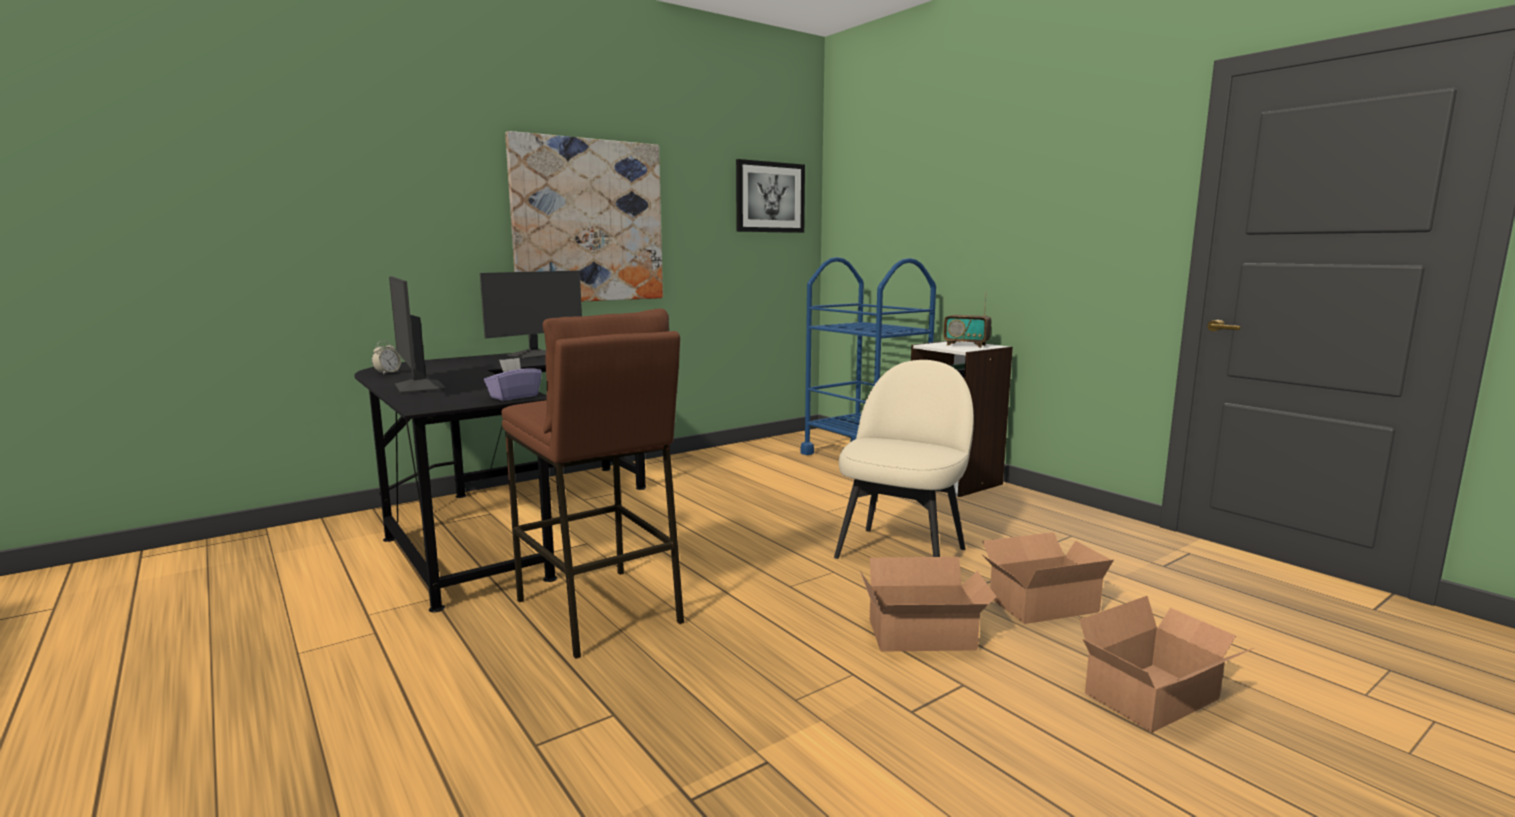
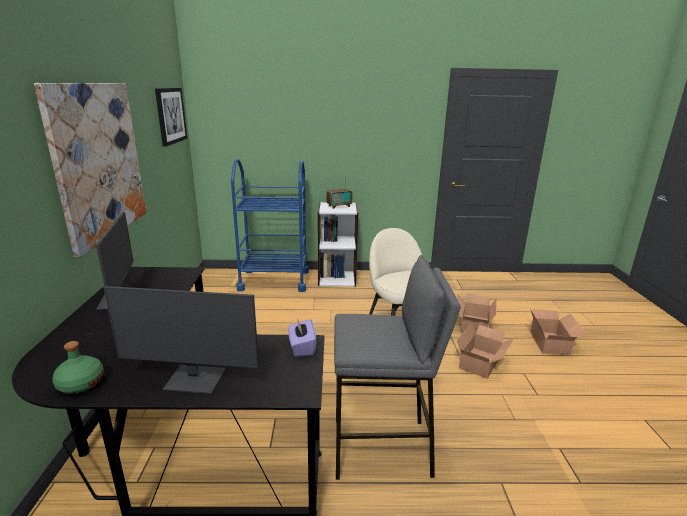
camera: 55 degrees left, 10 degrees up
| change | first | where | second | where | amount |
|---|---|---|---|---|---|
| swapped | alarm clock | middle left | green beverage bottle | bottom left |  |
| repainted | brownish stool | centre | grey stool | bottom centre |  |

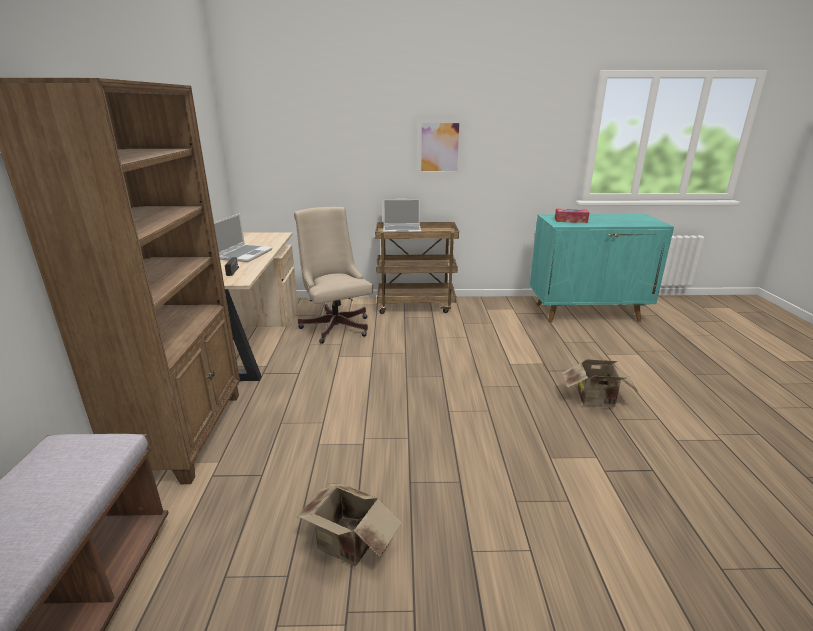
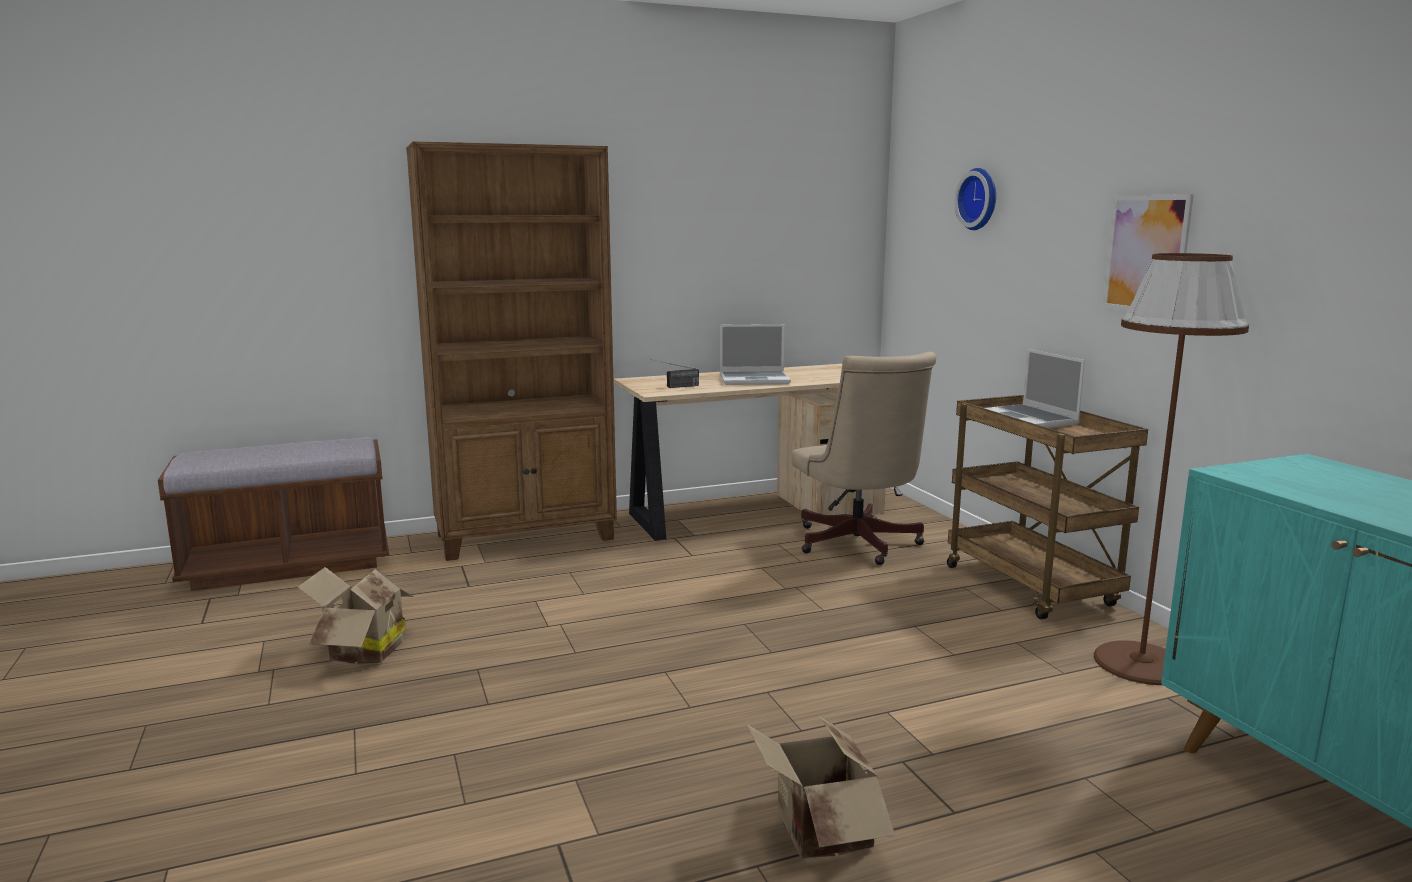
camera: 70 degrees right, 10 degrees down
| change | first | where | second | where | amount |
|---|---|---|---|---|---|
| rotated | beige desk chair | centre |  | centre | 120 degrees clockwise |
| new |  |  | wall clock | top right |  |
| new |  |  | brownish standard lamp | middle right |  |
| gone | box of tissues | middle right |  |  |  |

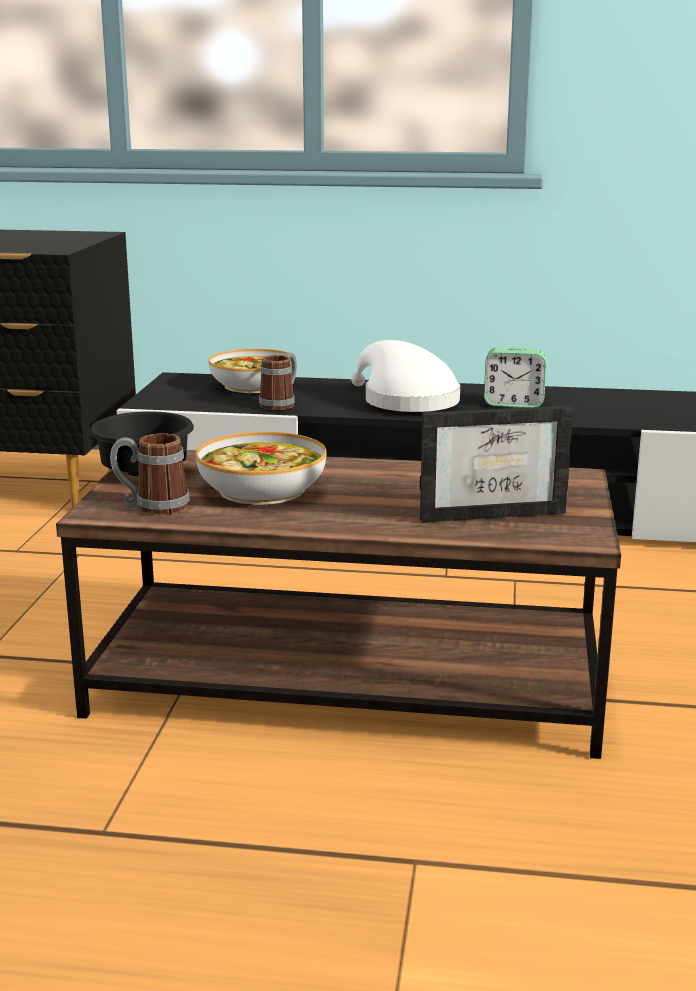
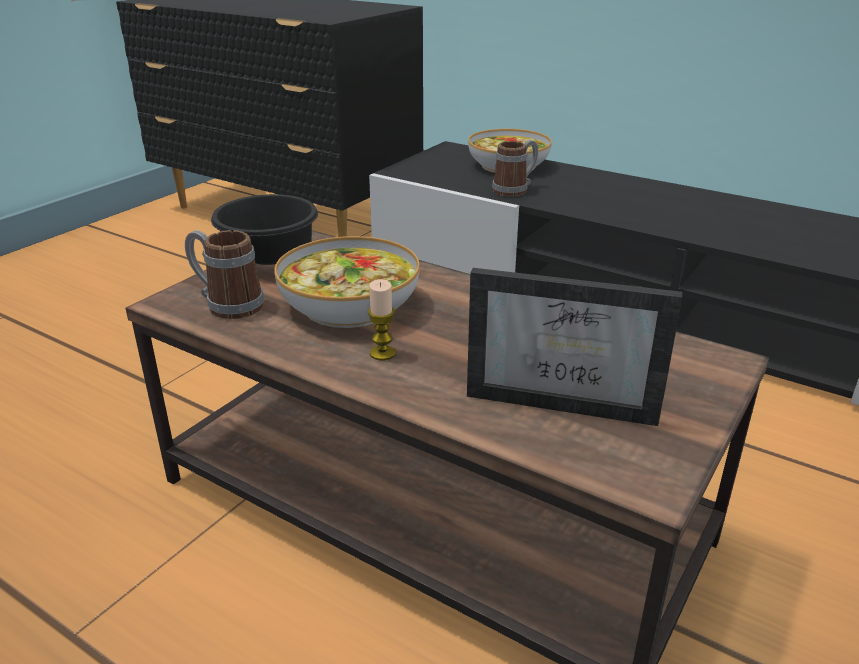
camera: 25 degrees right, 10 degrees up
| change | first | where | second | where | amount |
|---|---|---|---|---|---|
| new |  |  | wax light | centre |  |
| gone | white-coloured wearable hat | centre |  |  |  |
| gone | alarm clock | middle right |  |  |  |

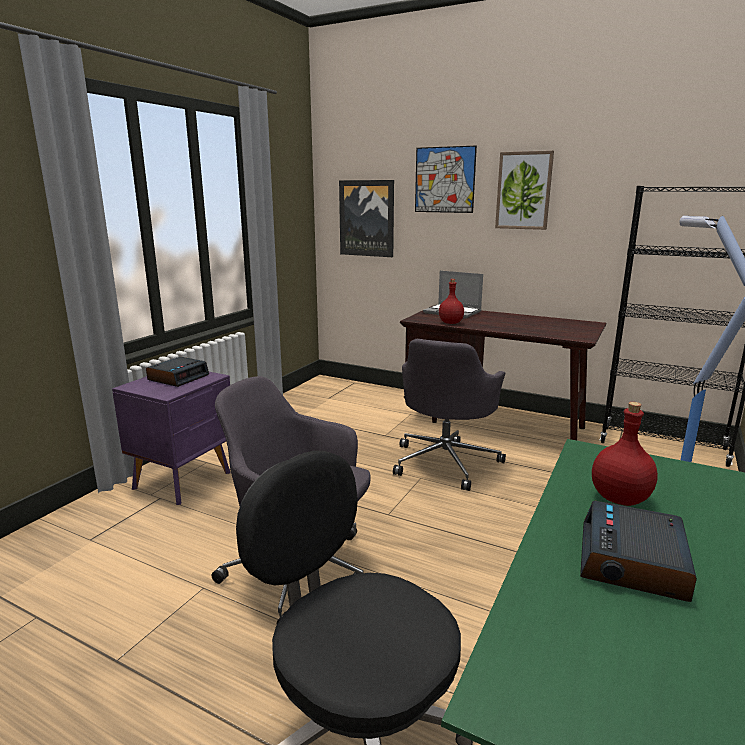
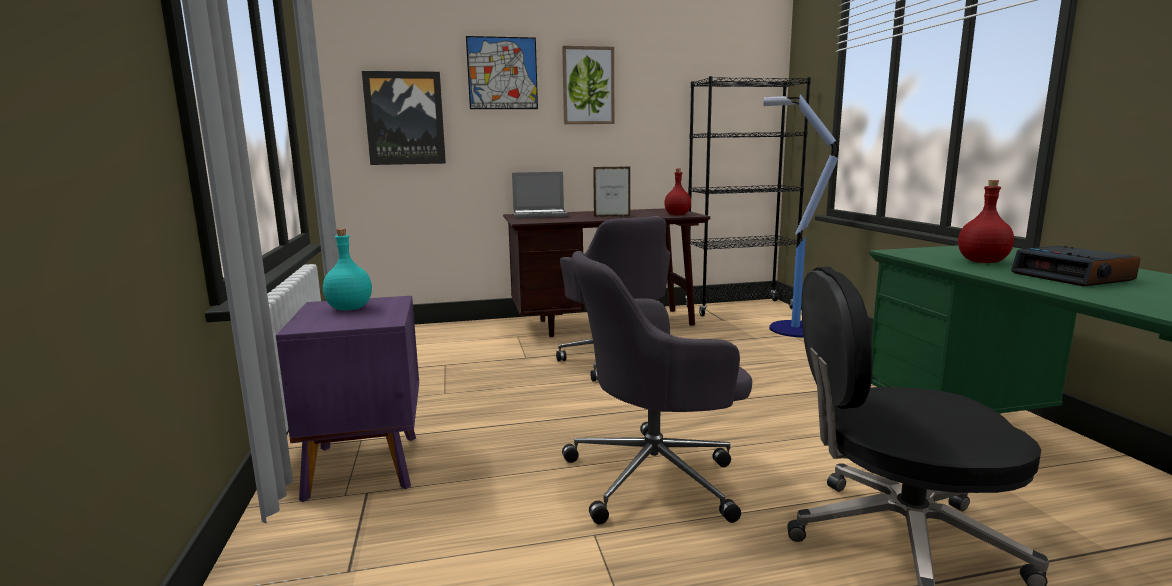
camera: 40 degrees left, 5 degrees down
| change | first | where | second | where | amount |
|---|---|---|---|---|---|
| swapped | alarm clock (no. 1 from left) | middle left | turquoise-coloured beverage bottle | middle left |  |
| new |  |  | standing frame | top centre |  |
| shifted | red-coloured beverage bottle (no. 1 from left) | centre |  | top centre |  |

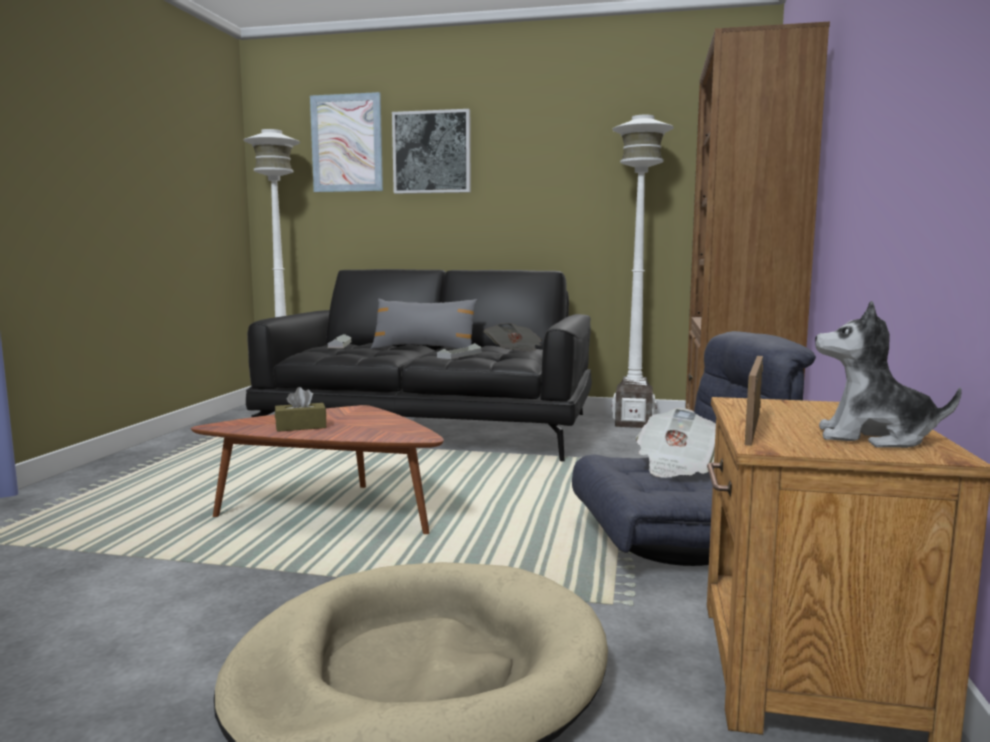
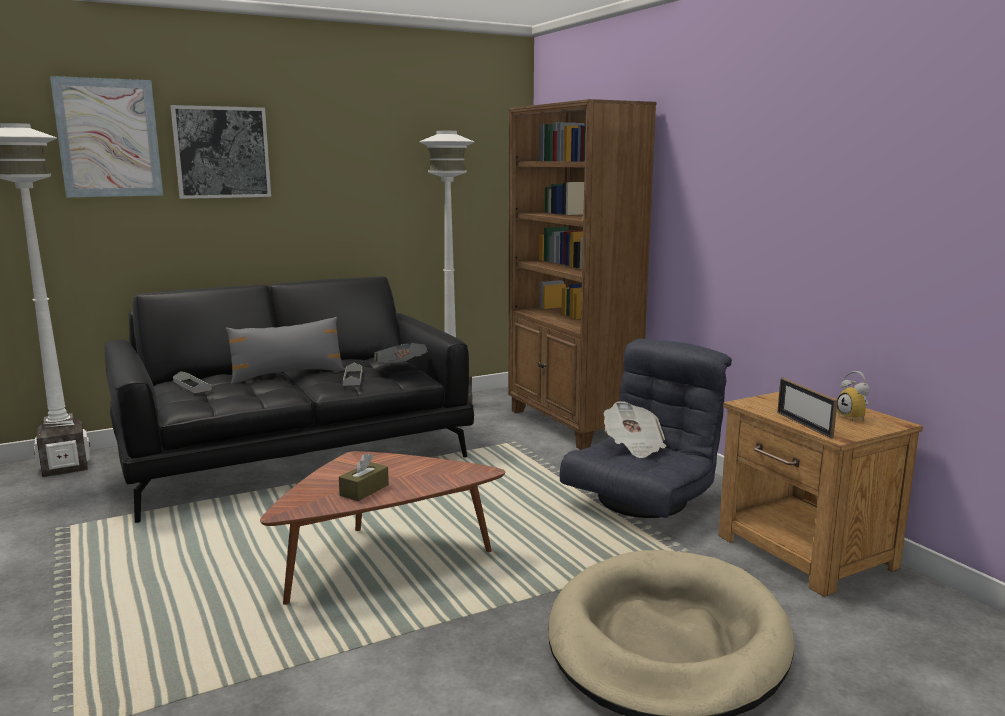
camera: 40 degrees left, 5 degrees up
| change | first | where | second | where | amount |
|---|---|---|---|---|---|
| swapped | soft toy | middle right | alarm clock | middle right |  |

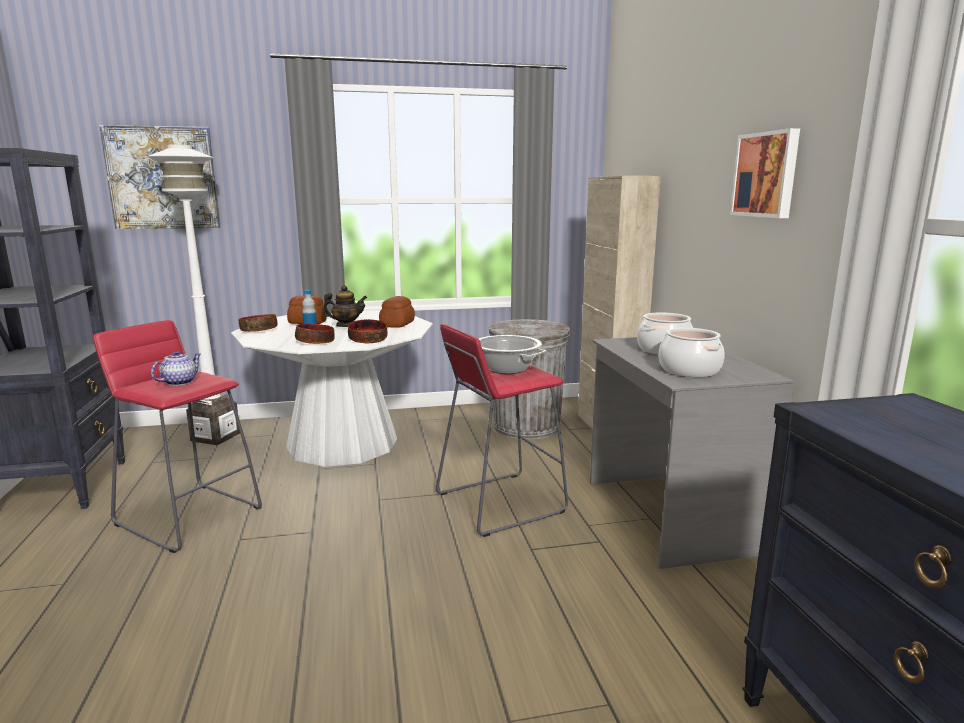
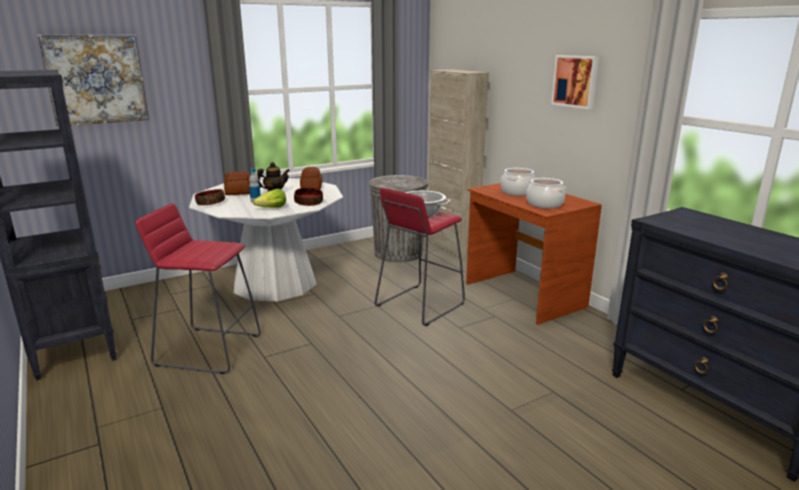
camera: 20 degrees left, 5 degrees up
| change | first | where | second | where | amount |
|---|---|---|---|---|---|
| swapped | serving bowl (no. 2 from left) | middle left | lettuce | centre |  |
| repainted | grey desk | middle right | brownish desk | middle right |  |
| gone | white-coloured standard lamp | middle left |  |  |  |
| gone | teapot (no. 1 from left) | middle left |  |  |  |

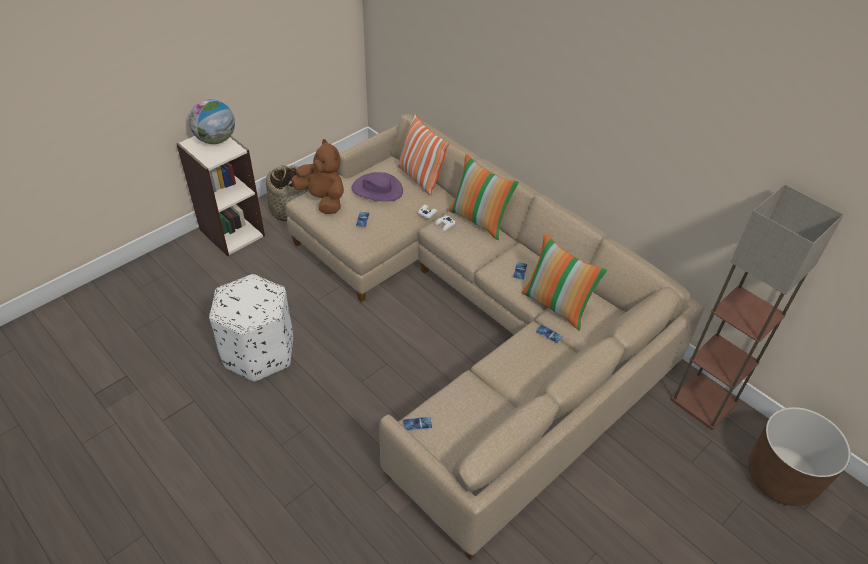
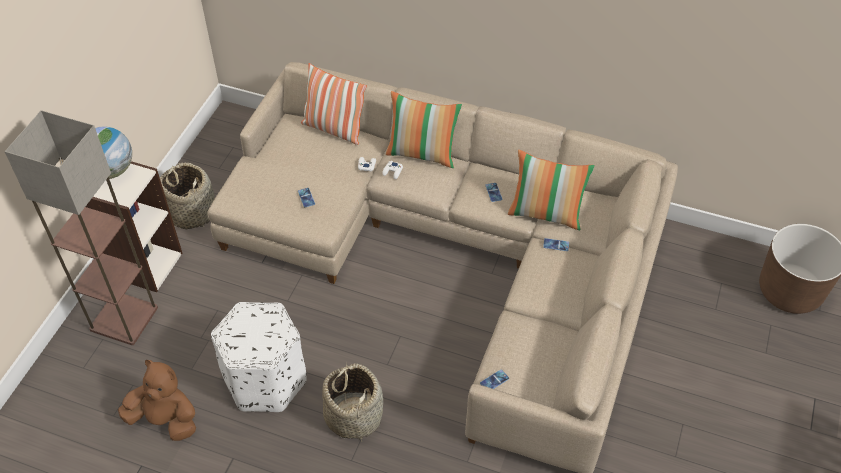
camera: 25 degrees left, 5 degrees up
| change | first | where | second | where | amount |
|---|---|---|---|---|---|
| shifted | standard lamp | middle right |  | middle left |  |
| shifted | brownish soft toy | top centre |  | bottom left |  |
| new |  |  | household basket (no. 2 from left) | bottom centre |  |
| gone | purple wearable hat | top centre |  |  |  |

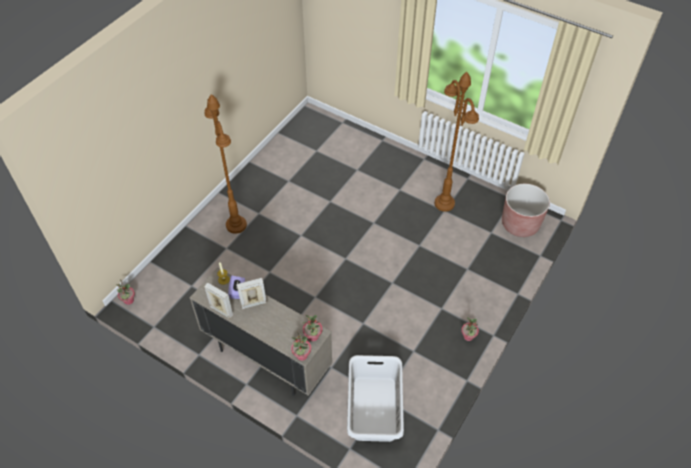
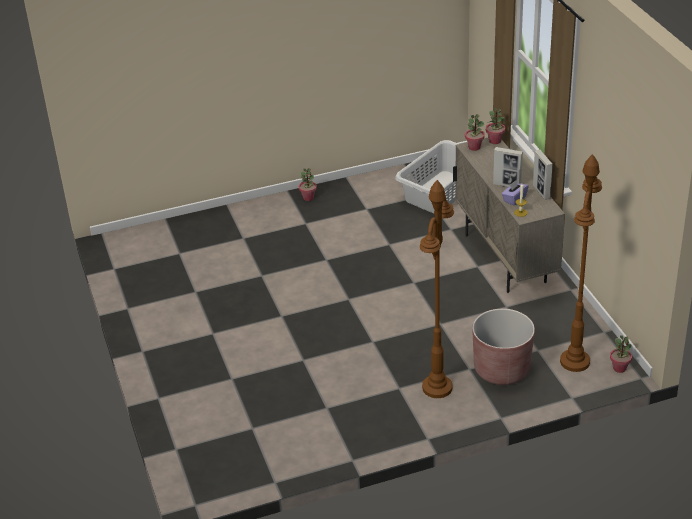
camera: 140 degrees left, 15 degrees down
| change | first | where | second | where | amount |
|---|---|---|---|---|---|
| shifted | brownish plant pot | middle right |  | bottom right |  |
| shifted | brownish standard lamp (no. 2 from left) | top centre |  | middle right |  |

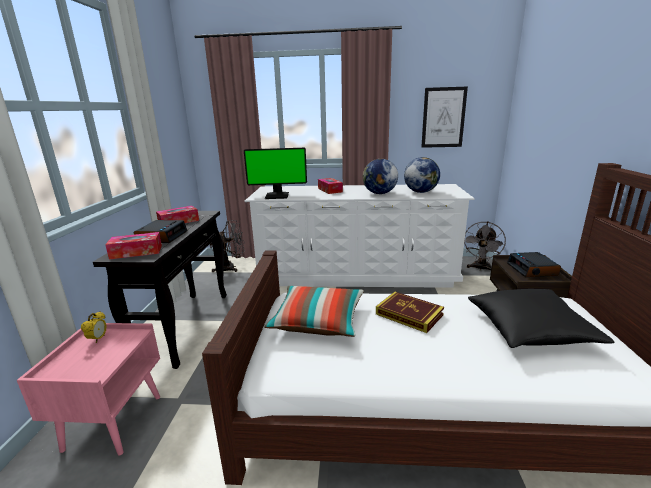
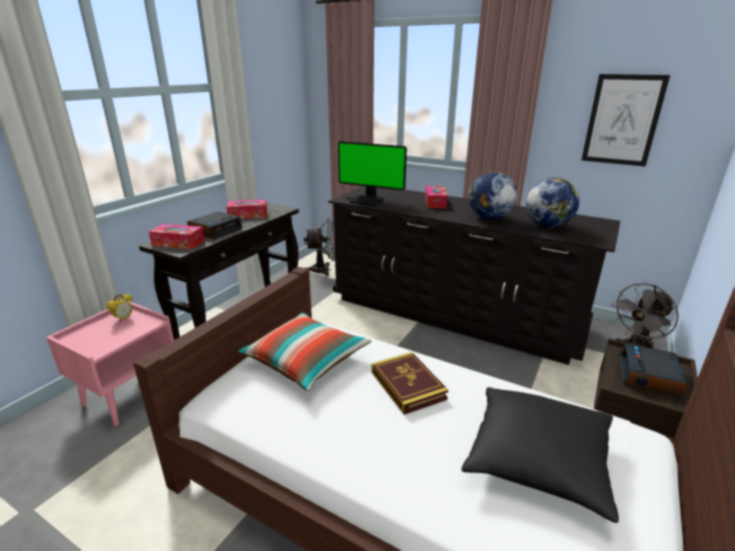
camera: 25 degrees right, 5 degrees up
| change | first | where | second | where | amount |
|---|---|---|---|---|---|
| repainted | white-coloured dresser | centre | black dresser | centre |  |

